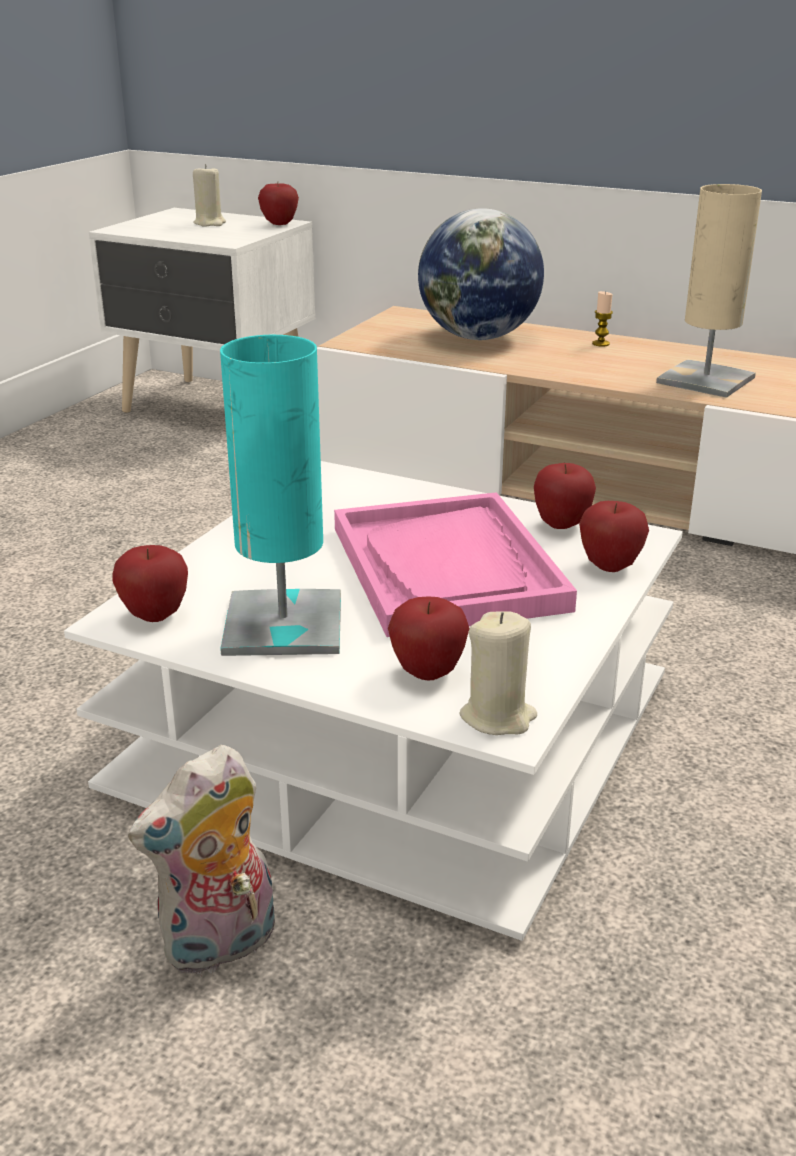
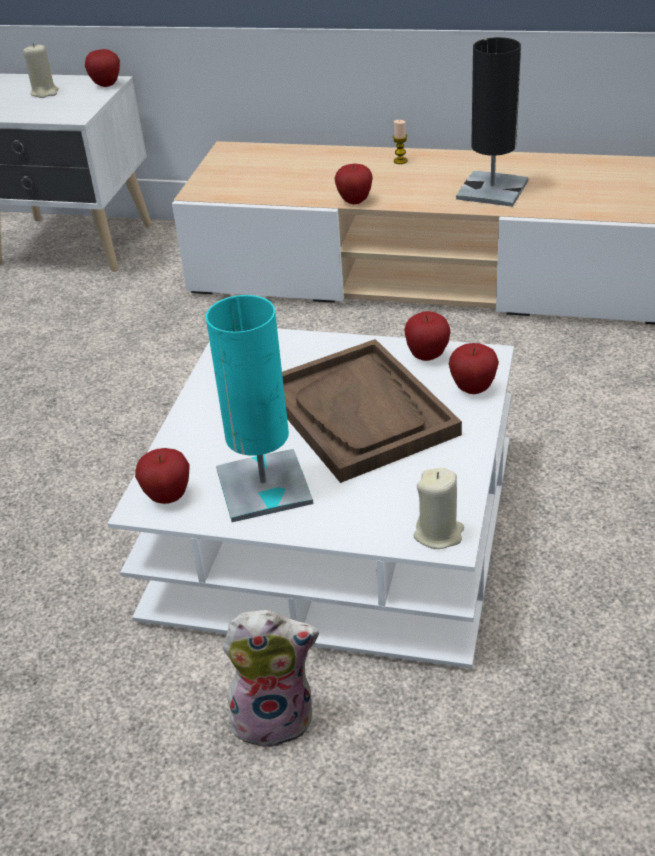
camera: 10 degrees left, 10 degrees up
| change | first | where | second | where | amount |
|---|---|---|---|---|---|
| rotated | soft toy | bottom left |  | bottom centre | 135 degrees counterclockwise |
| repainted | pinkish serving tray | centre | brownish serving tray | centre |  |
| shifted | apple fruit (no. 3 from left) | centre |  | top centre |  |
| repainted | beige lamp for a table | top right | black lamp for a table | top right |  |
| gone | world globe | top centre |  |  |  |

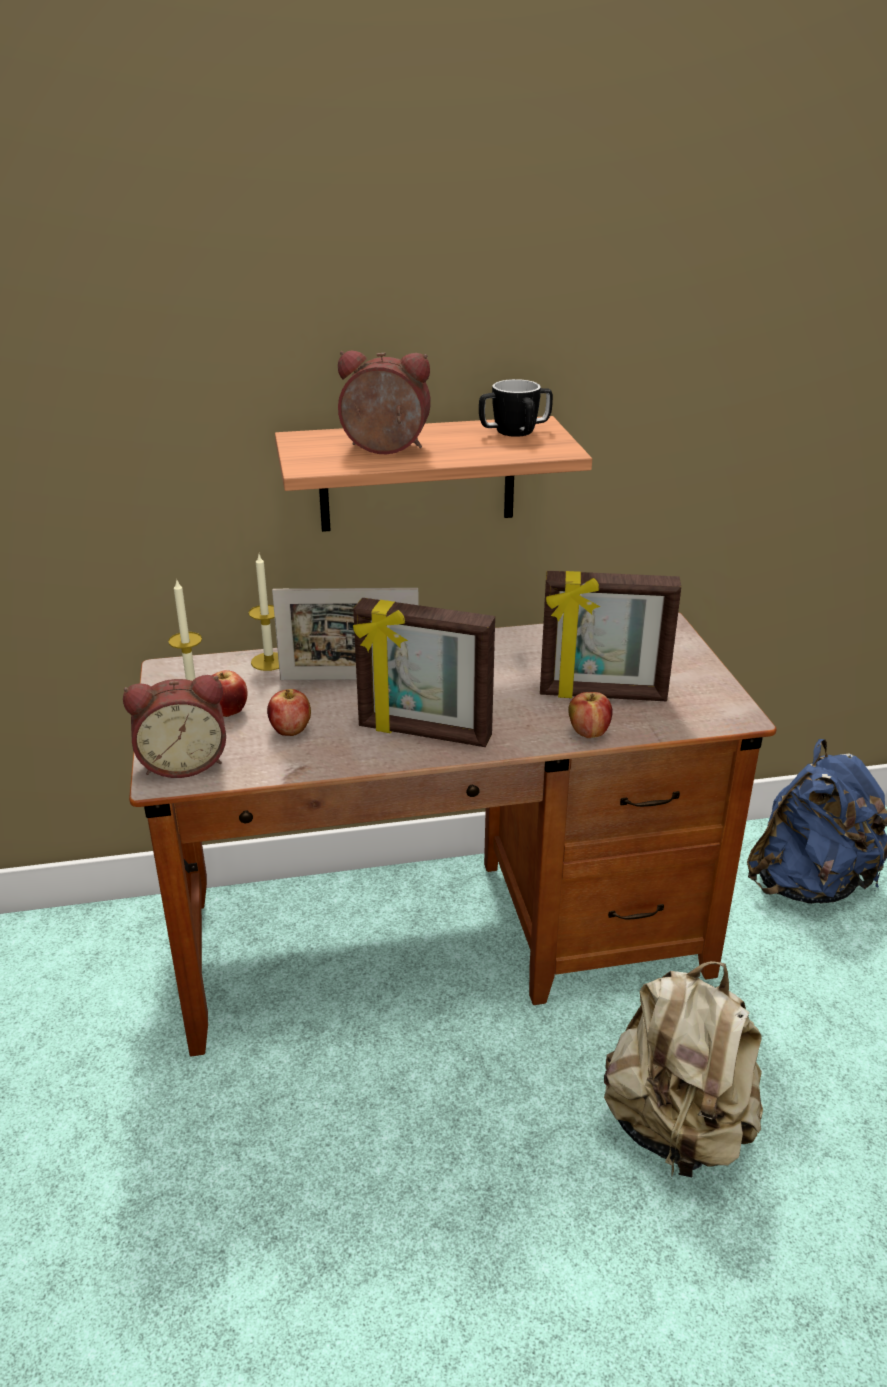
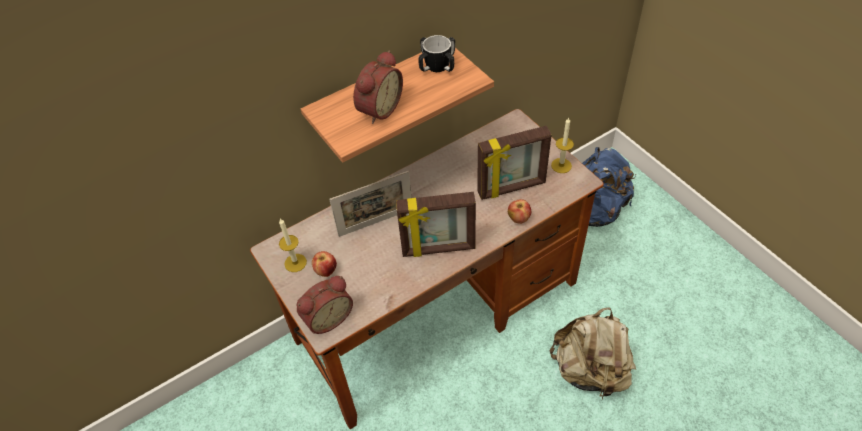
camera: 20 degrees left, 20 degrees up
| change | first | where | second | where | amount |
|---|---|---|---|---|---|
| rotated | alarm clock (no. 2 from left) | top centre |  | top centre | 135 degrees clockwise |
| shifted | wax light (no. 2 from left) | middle left |  | centre |  |
| gone | apple fruit (no. 2 from left) | middle left |  |  |  |

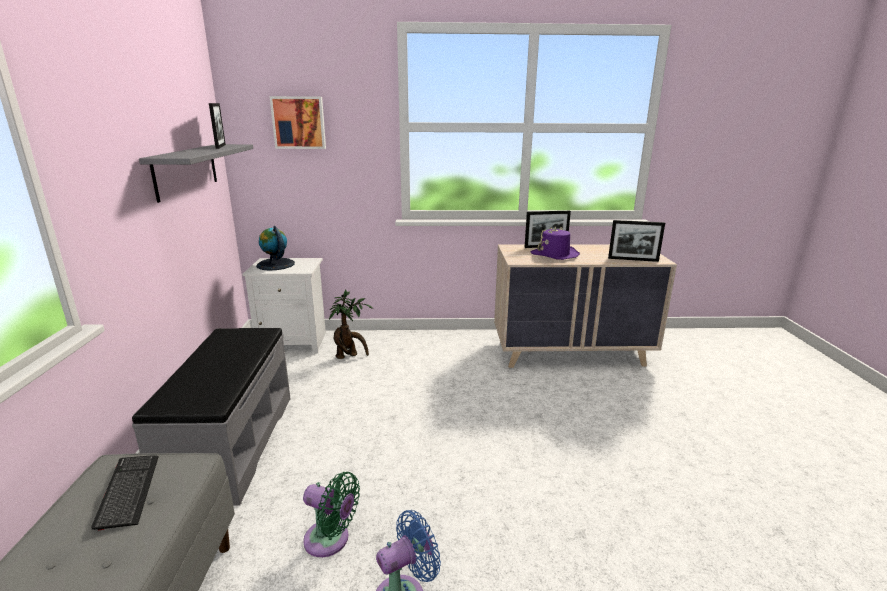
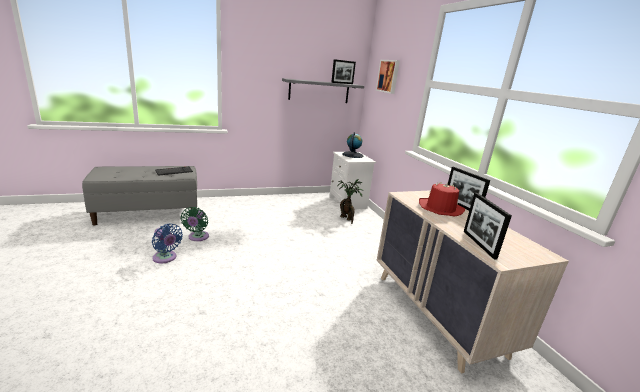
camera: 70 degrees right, 0 degrees up
| change | first | where | second | where | amount |
|---|---|---|---|---|---|
| repainted | purple wearable hat | centre | red-coloured wearable hat | middle right |  |
| gone | grey long seat (no. 2 from left) | bottom left |  |  |  |

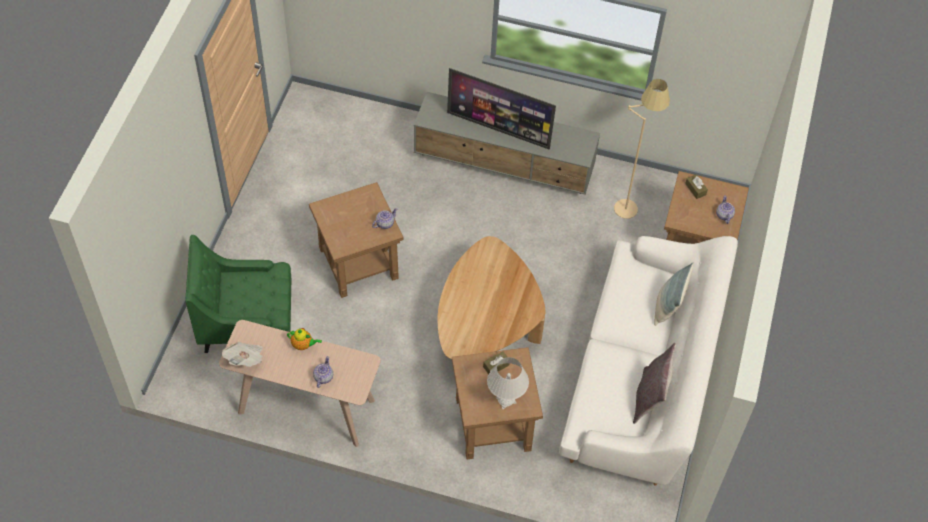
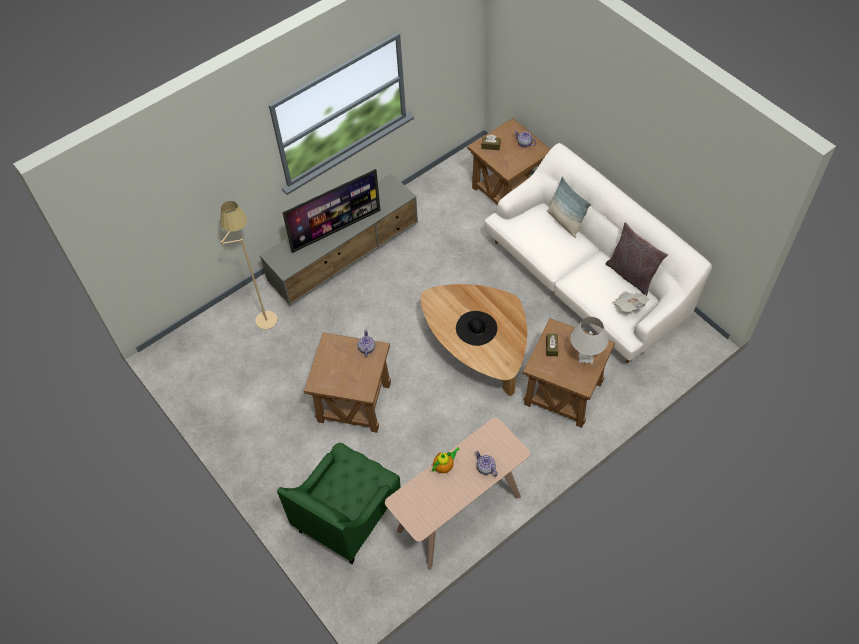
camera: 50 degrees left, 0 degrees up
| change | first | where | second | where | amount |
|---|---|---|---|---|---|
| shifted | beige standard lamp | top right |  | middle left |  |
| new |  |  | black wearable hat | centre |  |
| shifted | printed paper | bottom left |  | middle right |  |

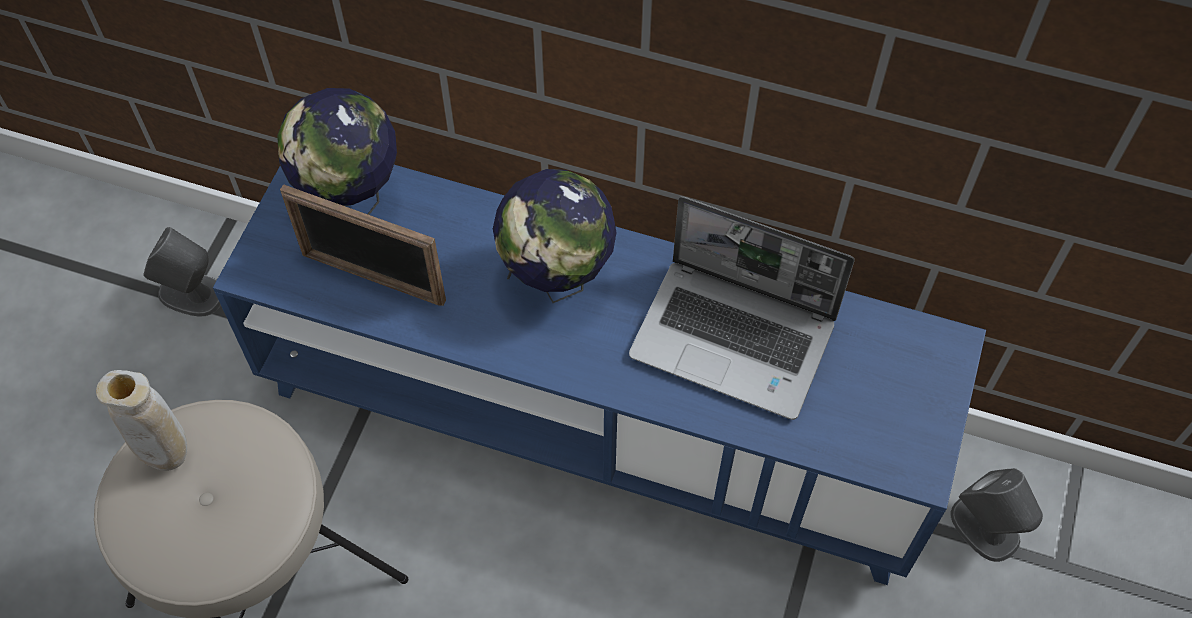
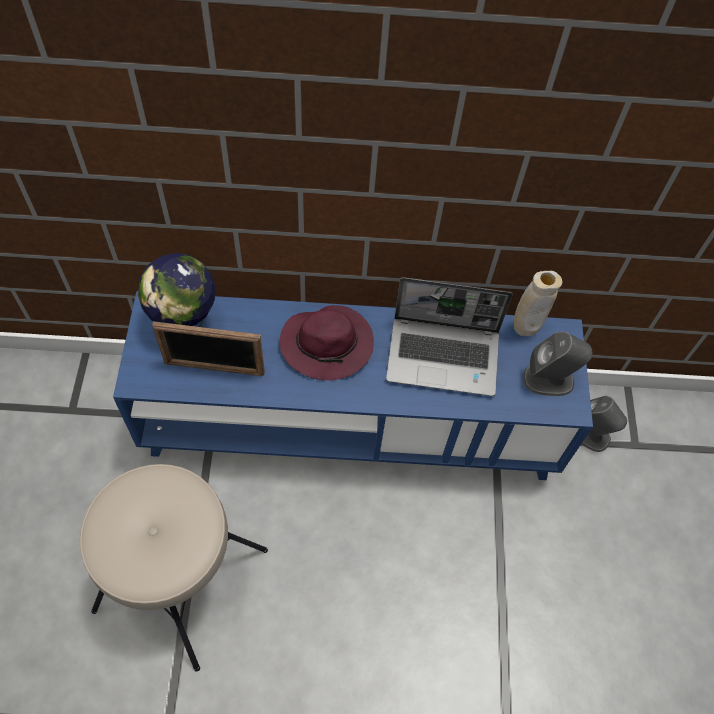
camera: 20 degrees left, 0 degrees up
| change | first | where | second | where | amount |
|---|---|---|---|---|---|
| swapped | world globe (no. 2 from left) | centre | purple wearable hat | centre |  |
| shifted | beige vase | bottom left |  | middle right |  |
| shifted | grey loudspeaker (no. 1 from left) | middle left |  | middle right |  |

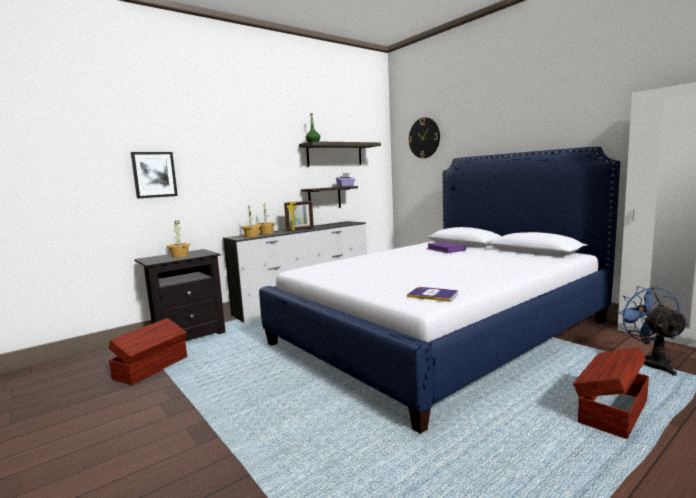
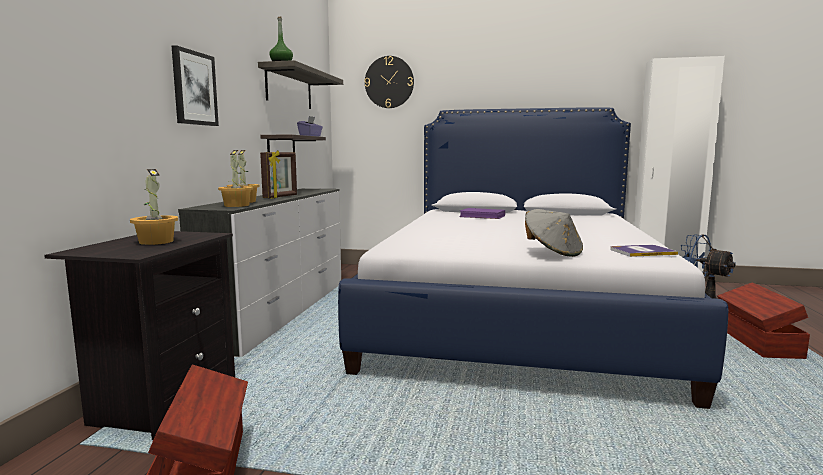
camera: 40 degrees left, 0 degrees up
| change | first | where | second | where | amount |
|---|---|---|---|---|---|
| shifted | wall picture | middle left |  | top left |  |
| new |  |  | grey wearable hat | middle right |  |

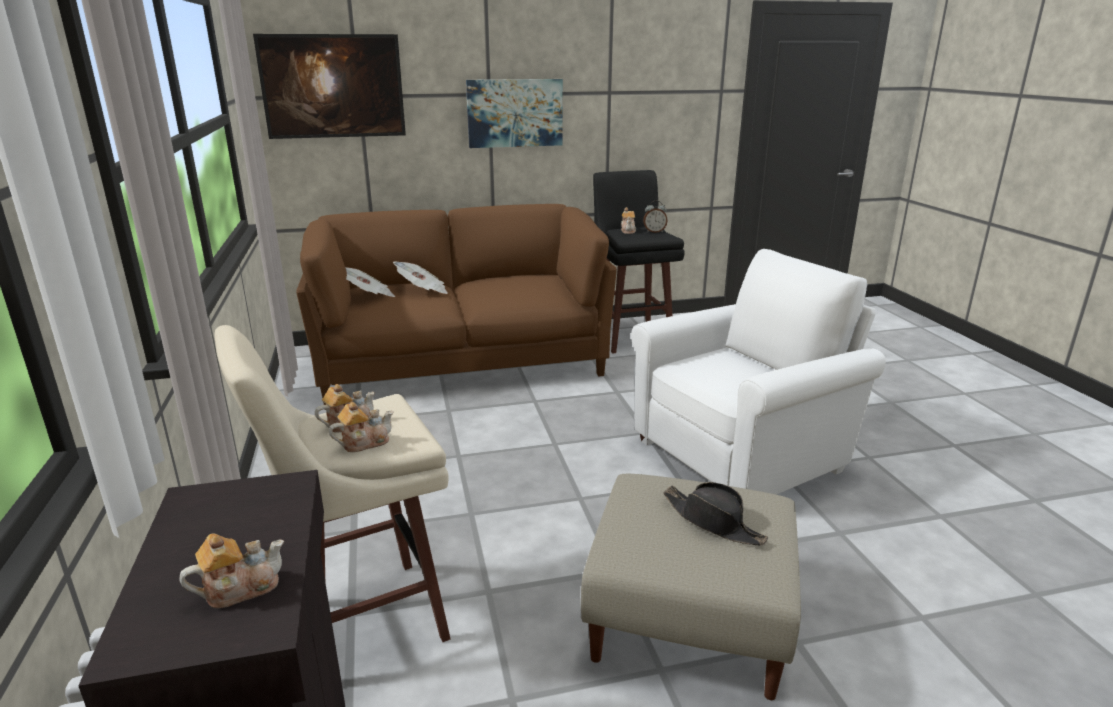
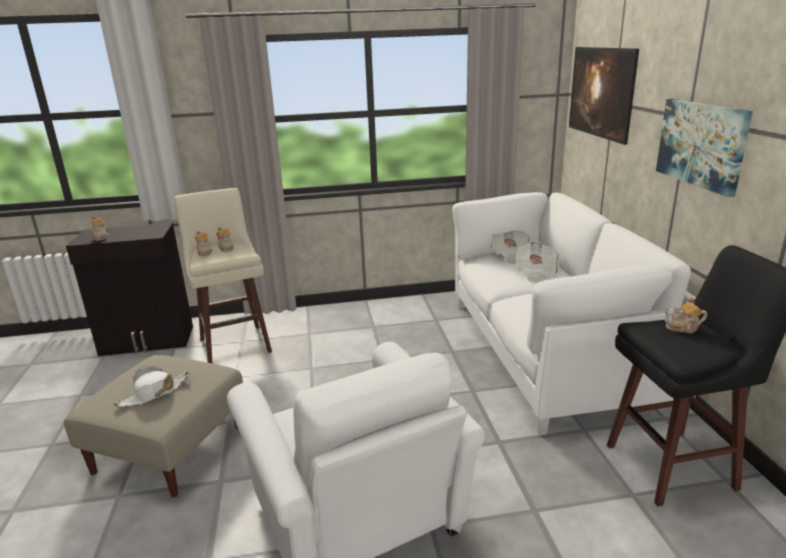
camera: 95 degrees right, 0 degrees up
| change | first | where | second | where | amount |
|---|---|---|---|---|---|
| repainted | black wearable hat | bottom centre | white-coloured wearable hat | bottom left |  |
| repainted | brownish sofa | centre | white-coloured sofa | middle right |  |
| gone | alarm clock | top centre |  |  |  |

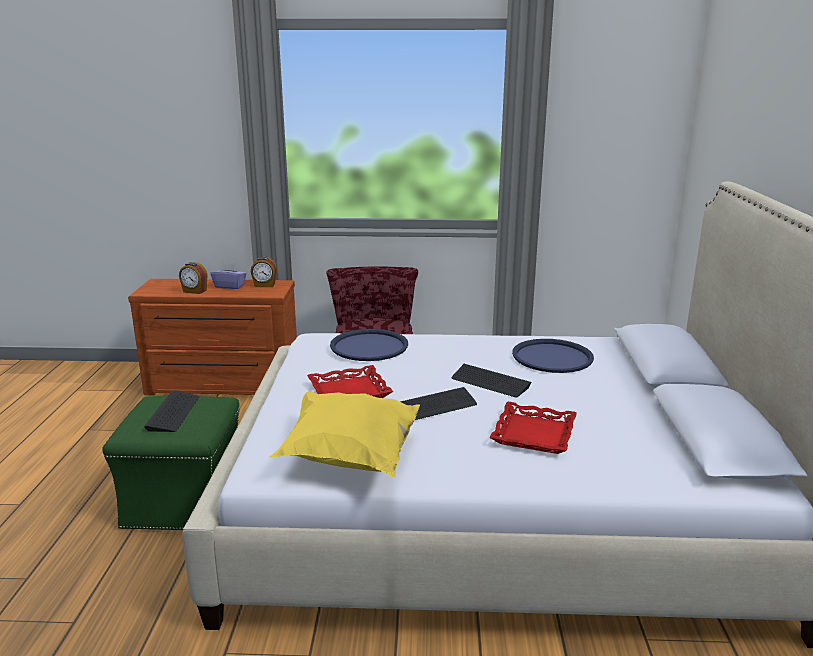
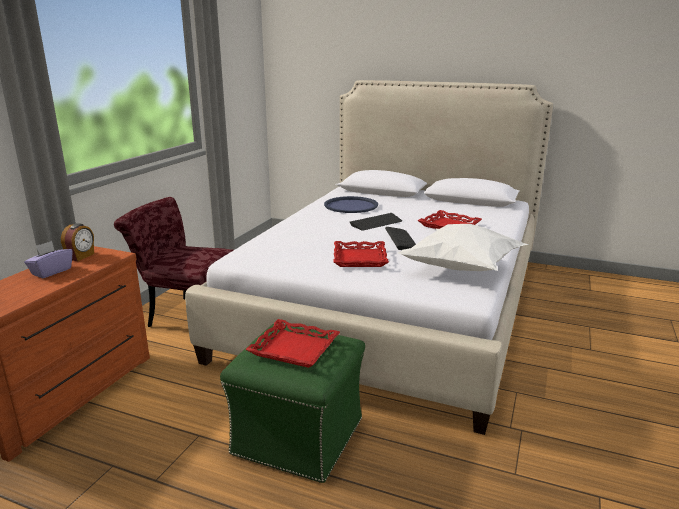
camera: 70 degrees left, 0 degrees up
| change | first | where | second | where | amount |
|---|---|---|---|---|---|
| swapped | computer keyboard (no. 1 from left) | middle left | red-coloured serving tray (no. 1 from left) | bottom centre |  |
| repainted | yellowish throw pillow | centre | white-coloured throw pillow | middle right |  |
| gone | alarm clock (no. 1 from left) | middle left |  |  |  |
| gone | blue serving tray (no. 1 from left) | centre |  |  |  |

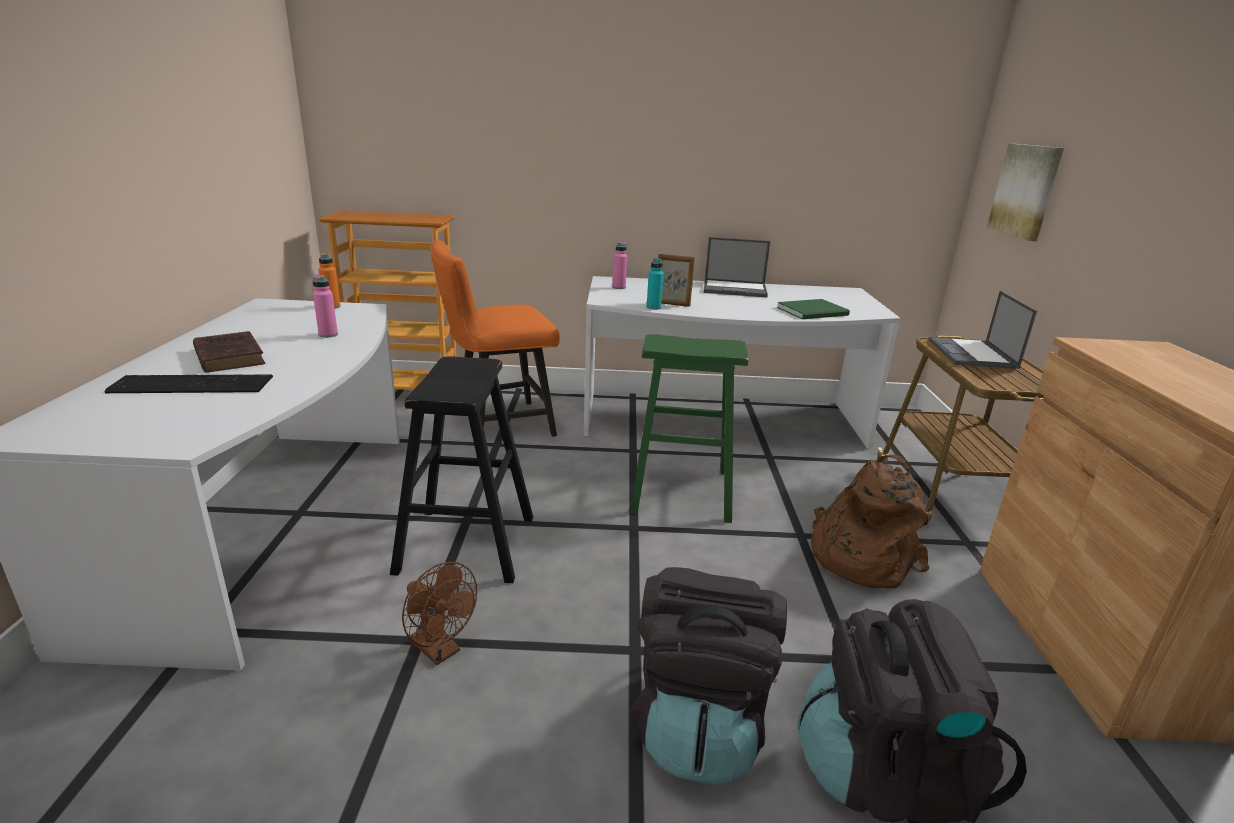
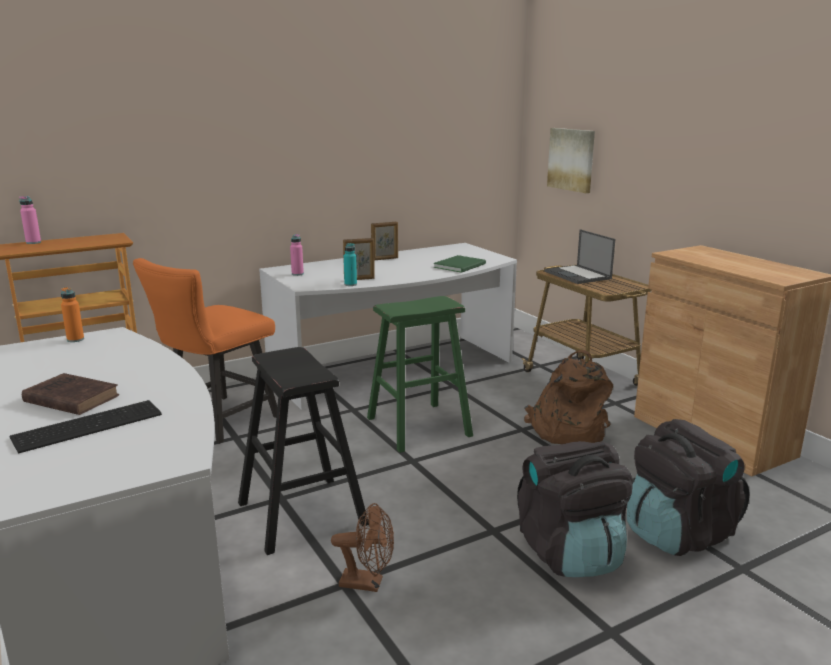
camera: 30 degrees left, 5 degrees down
| change | first | where | second | where | amount |
|---|---|---|---|---|---|
| shifted | pinkish beverage bottle (no. 1 from left) | middle left |  | top left |  |
| swapped | laptop (no. 1 from left) | top centre | standing frame (no. 2 from left) | centre |  |

